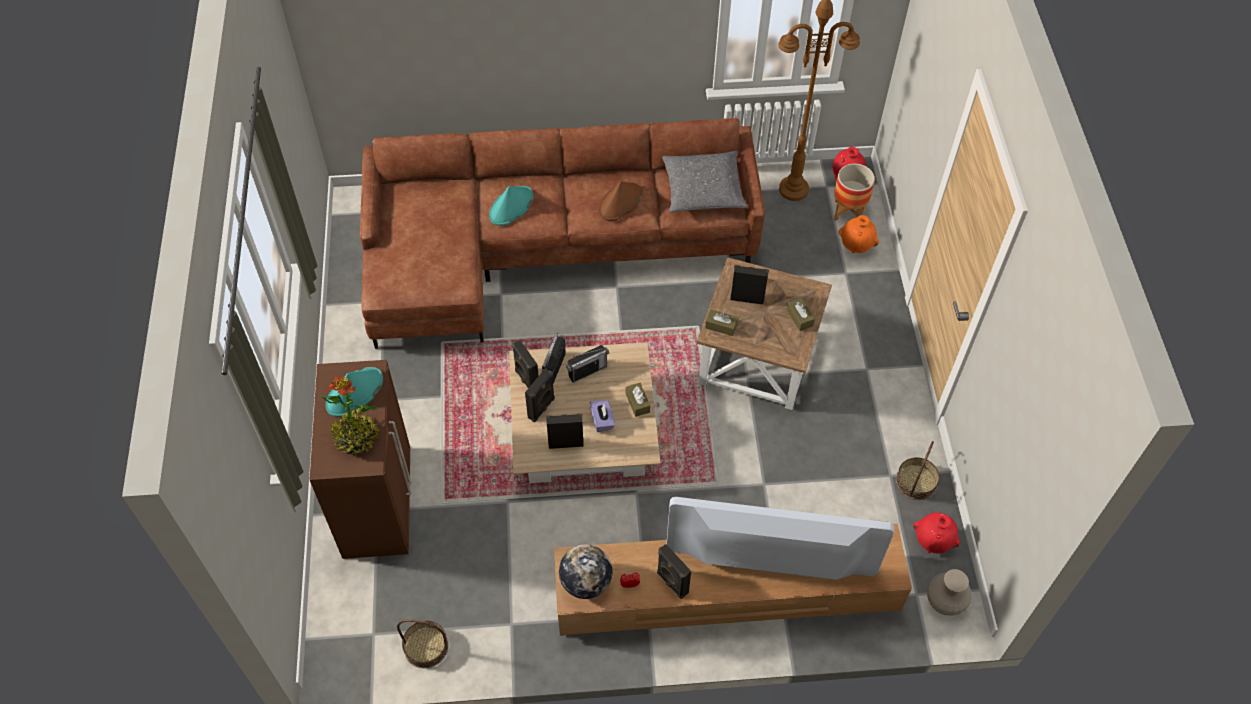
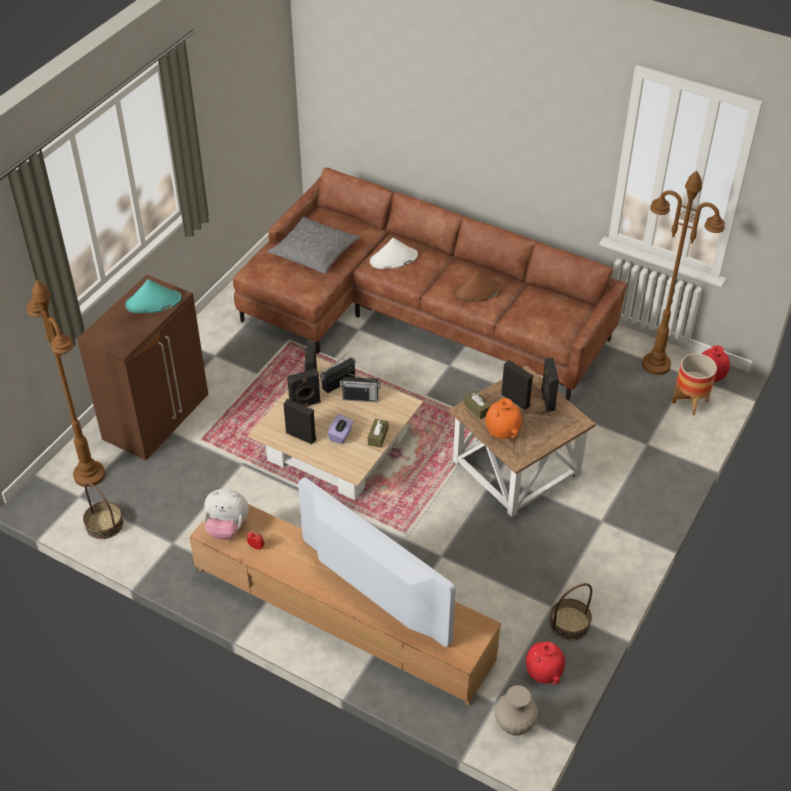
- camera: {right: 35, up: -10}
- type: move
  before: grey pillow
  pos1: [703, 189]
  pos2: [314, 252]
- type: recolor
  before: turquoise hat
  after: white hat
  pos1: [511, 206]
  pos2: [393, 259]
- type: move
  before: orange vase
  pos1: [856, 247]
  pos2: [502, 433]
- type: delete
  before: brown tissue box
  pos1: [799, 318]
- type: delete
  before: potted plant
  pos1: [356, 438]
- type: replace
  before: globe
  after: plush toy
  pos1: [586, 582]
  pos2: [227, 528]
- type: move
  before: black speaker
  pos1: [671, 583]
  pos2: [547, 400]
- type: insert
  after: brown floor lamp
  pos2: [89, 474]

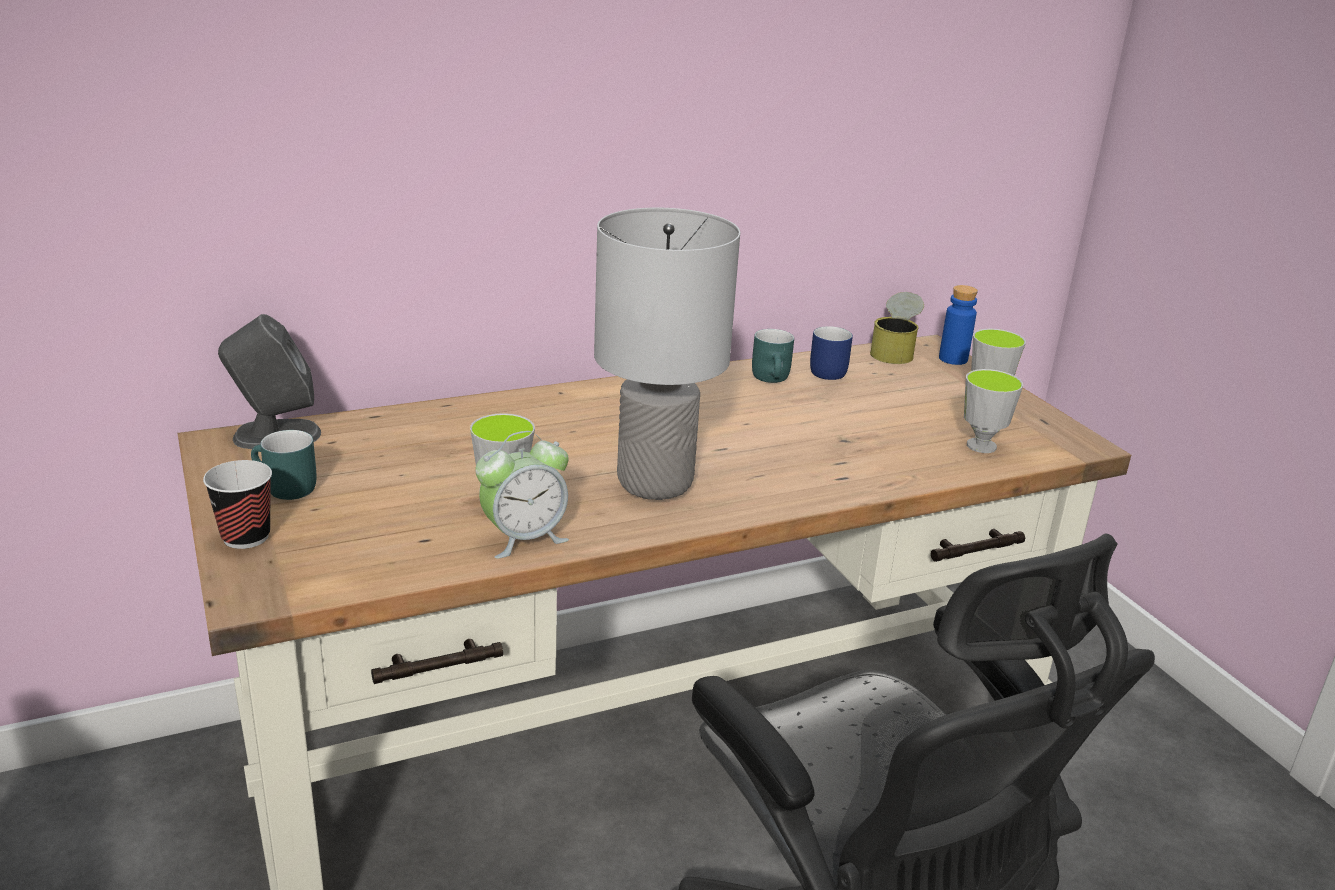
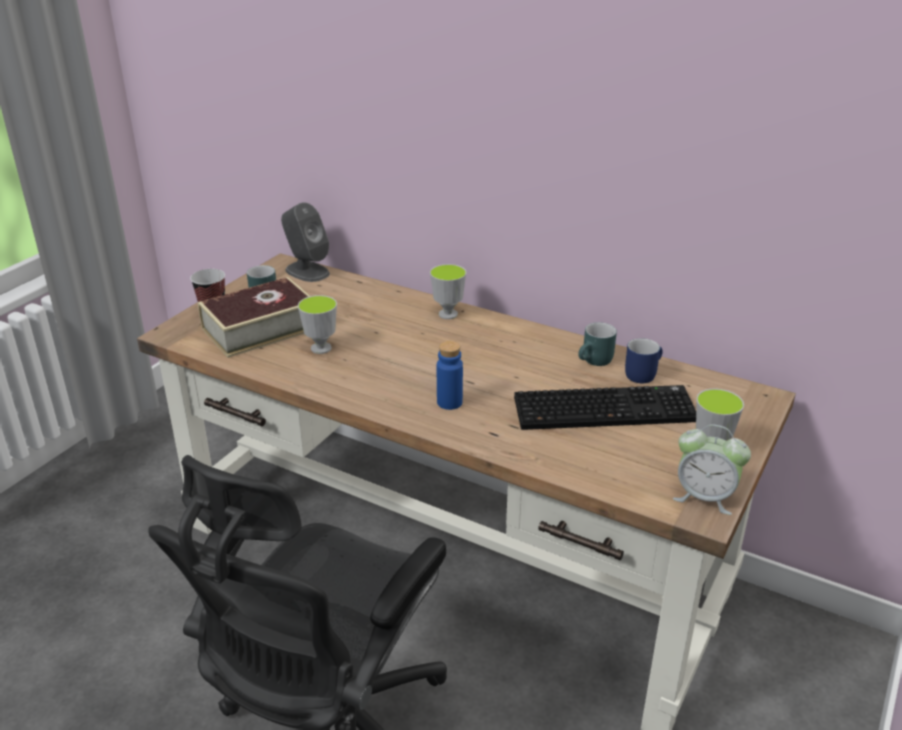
- camera: {right: 55, up: 5}
- type: delete
  before: grey table lamp
  pos1: [654, 488]
- type: move
  before: blue bottle
  pos1: [953, 359]
  pos2: [449, 402]
- type: delete
  before: can
  pos1: [895, 351]
- type: move
  before: cup
  pos1: [981, 446]
  pos2: [448, 314]
- type: move
  before: alarm clock
  pos1: [524, 538]
  pos2: [704, 497]
- type: insert
  after: book
  pos2: [260, 328]
- type: insert
  after: keyboard
  pos2: [605, 408]

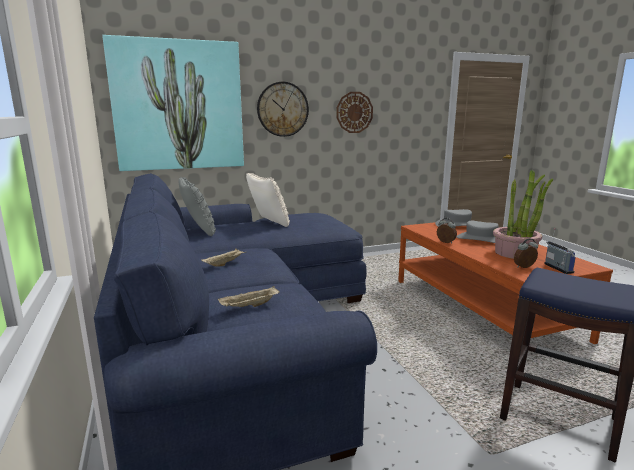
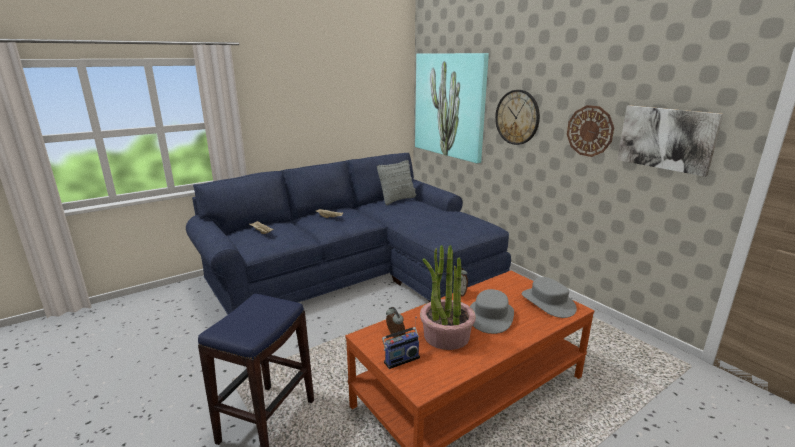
- camera: {right: 75, up: 5}
- type: delete
  before: beige pillow
  pos1: [268, 223]
- type: insert
  after: picture
  pos2: [666, 138]

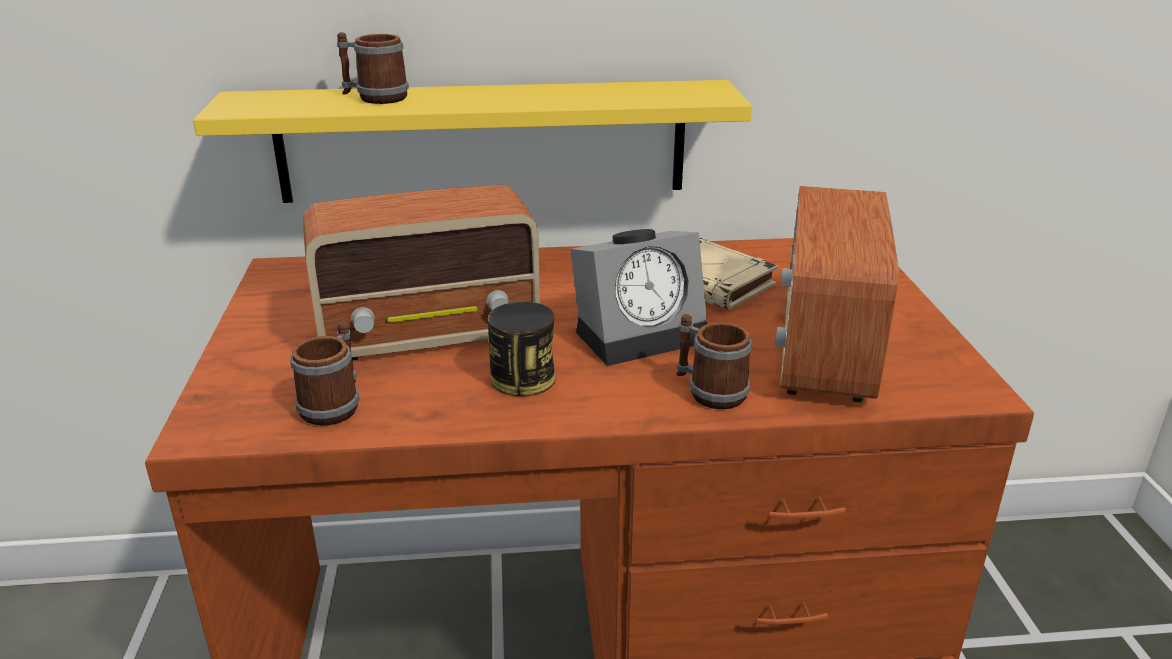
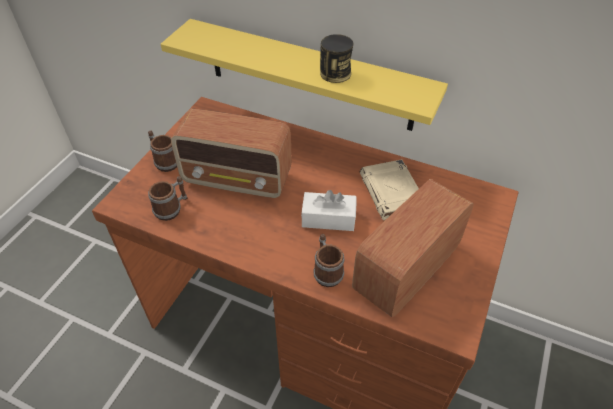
- camera: {right: 30, up: 20}
- type: move
  before: mug
  pos1: [374, 97]
  pos2: [164, 161]
- type: replace
  before: alarm clock
  after: white tissue box
  pos1: [642, 333]
  pos2: [328, 218]
- type: move
  before: can
  pos1: [523, 379]
  pos2: [335, 73]

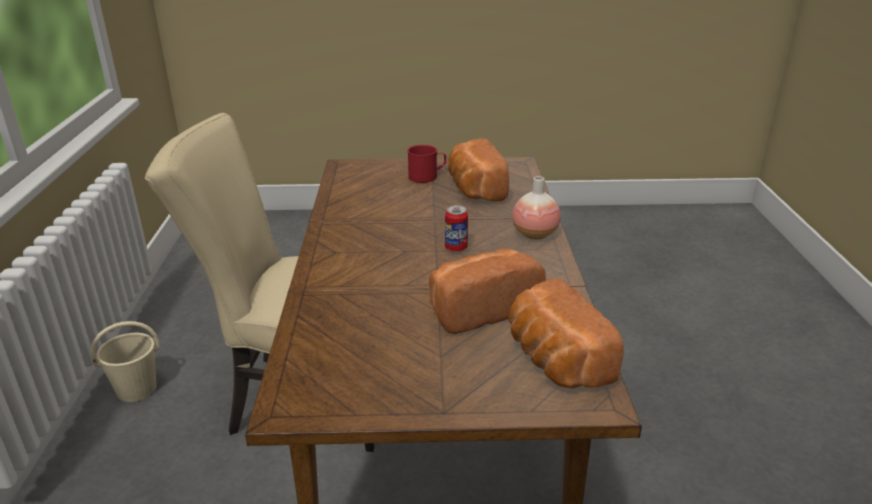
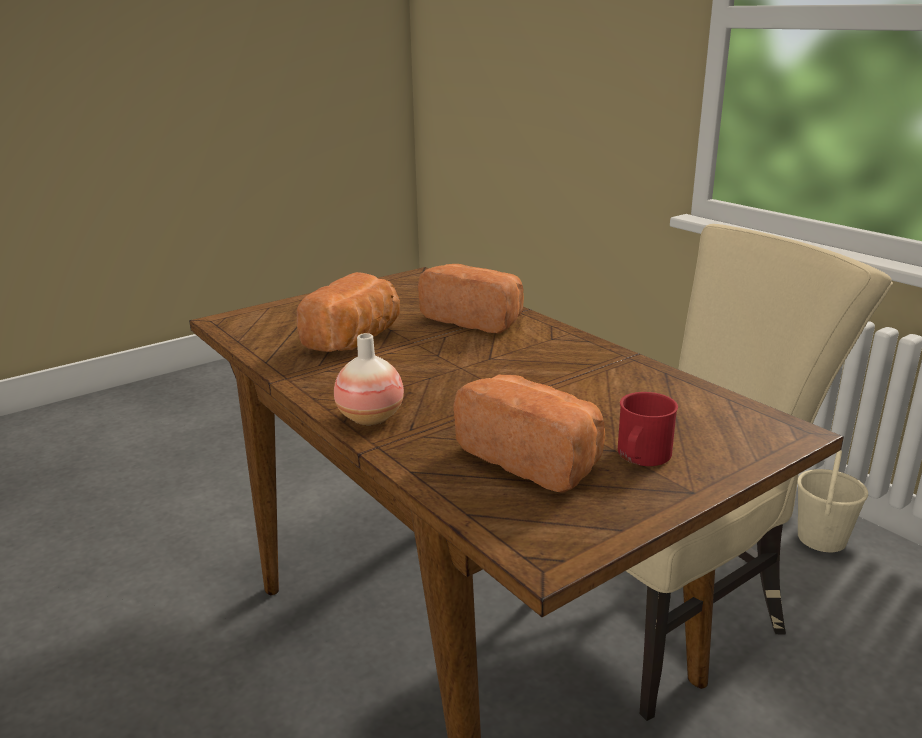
- camera: {right: 145, up: -5}
- type: delete
  before: can
  pos1: [456, 248]
- type: move
  before: bread
  pos1: [554, 361]
  pos2: [476, 319]

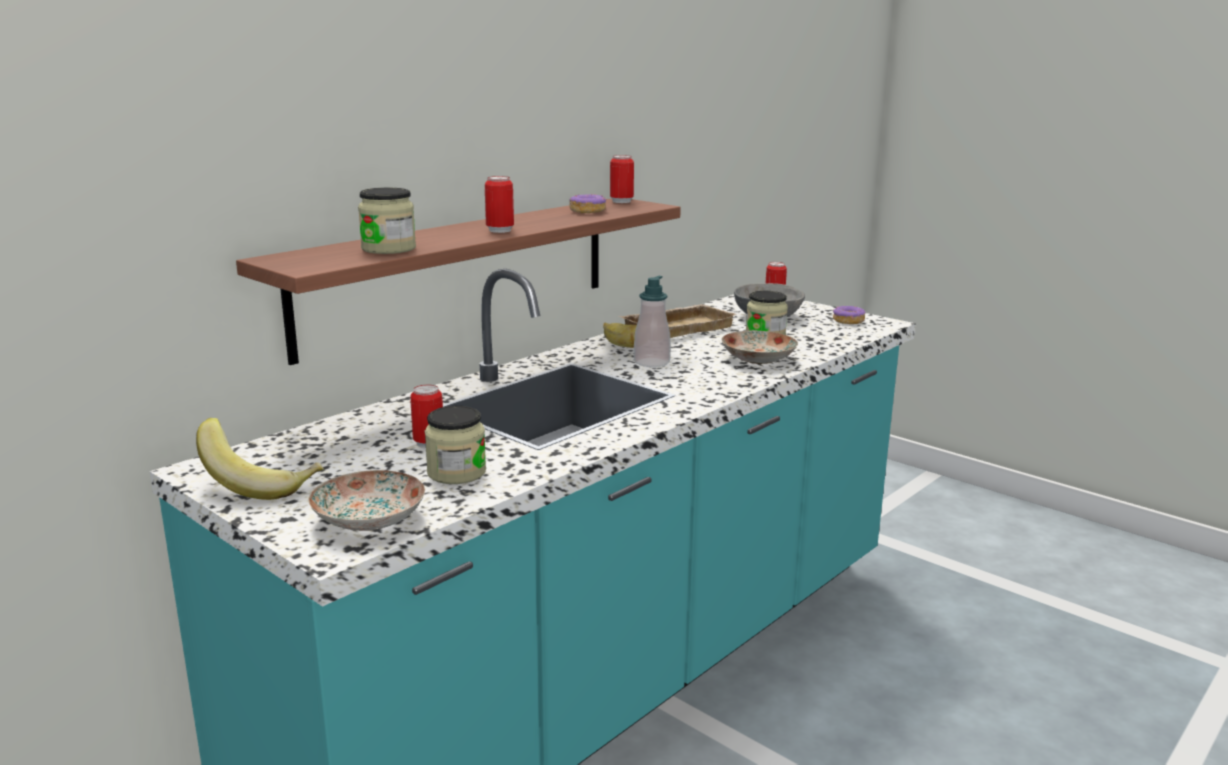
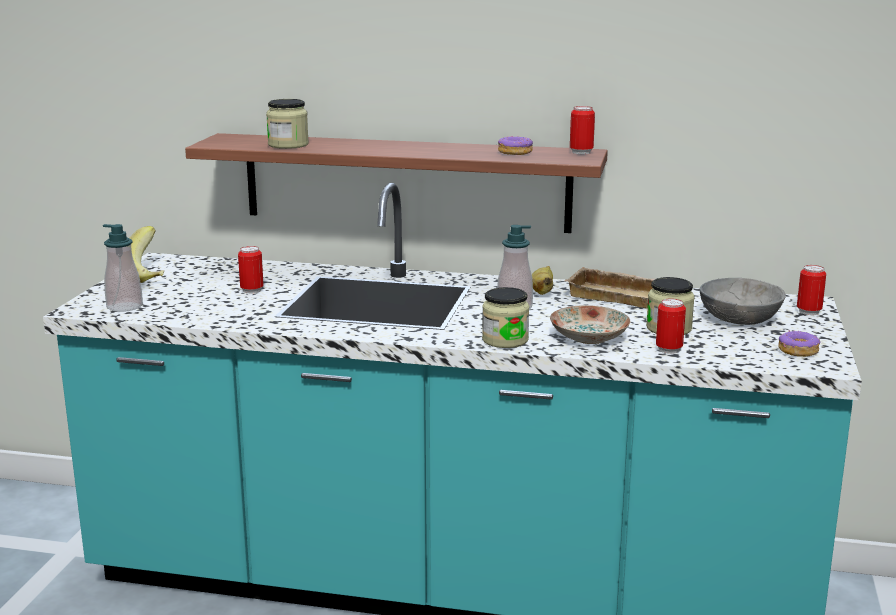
- camera: {right: 60, up: 0}
- type: move
  before: can
  pos1: [500, 230]
  pos2: [669, 349]
- type: move
  before: jar
  pos1: [456, 472]
  pos2: [505, 340]
- type: replace
  before: plate
  after: soap dispenser
  pos1: [371, 519]
  pos2: [124, 306]

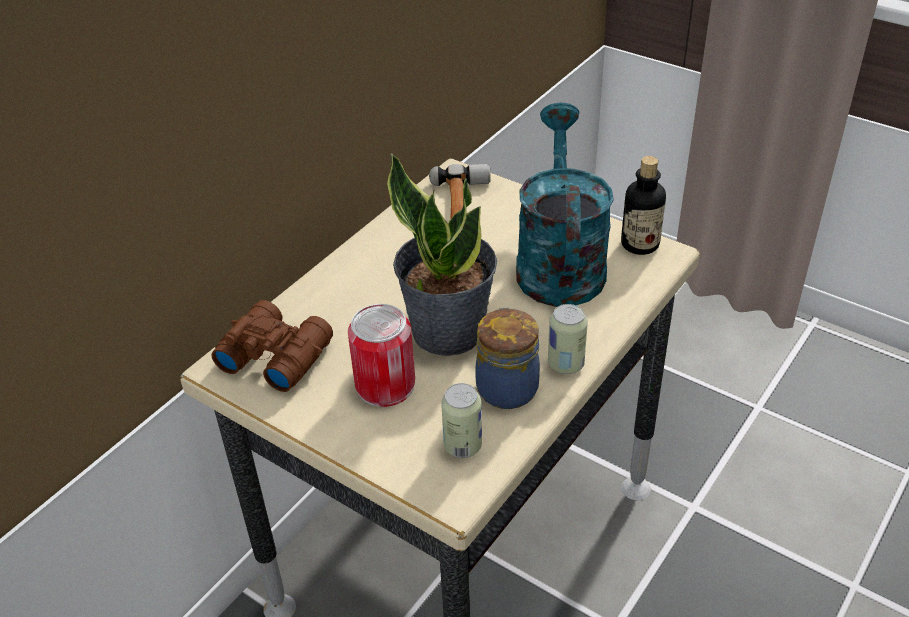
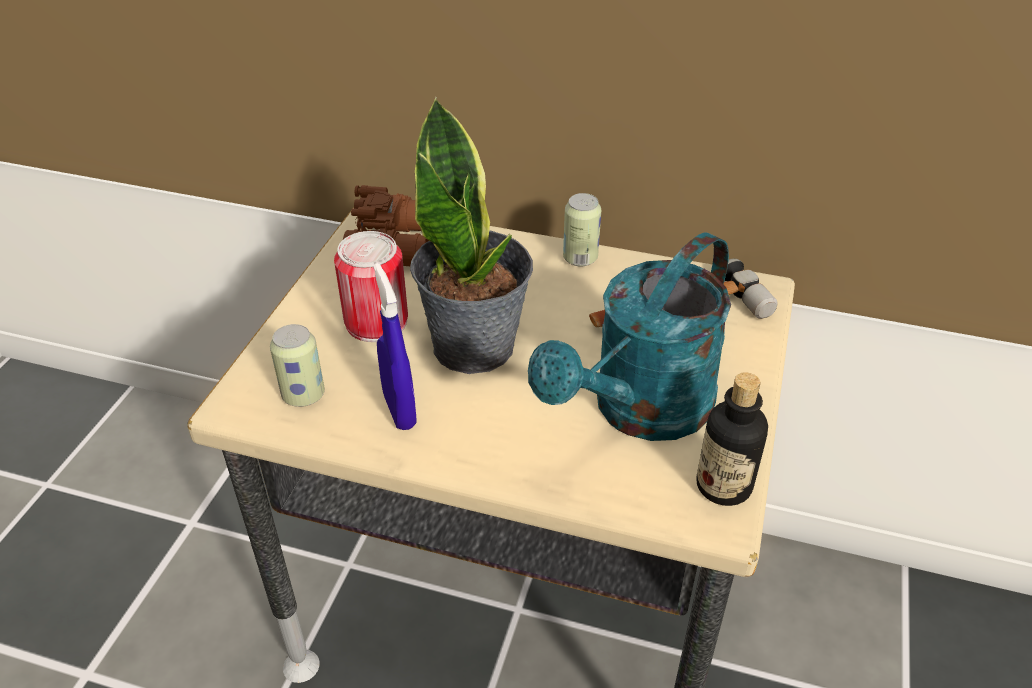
- camera: {right: 70, up: 0}
- type: rotate
  before: turquoise watering can
  pos1: [558, 262]
  pos2: [640, 411]
  turn: 150
- type: move
  before: can
  pos1: [565, 364]
  pos2: [580, 258]
- type: replace
  before: jar
  after: blue spray bottle
  pos1: [507, 387]
  pos2: [399, 410]

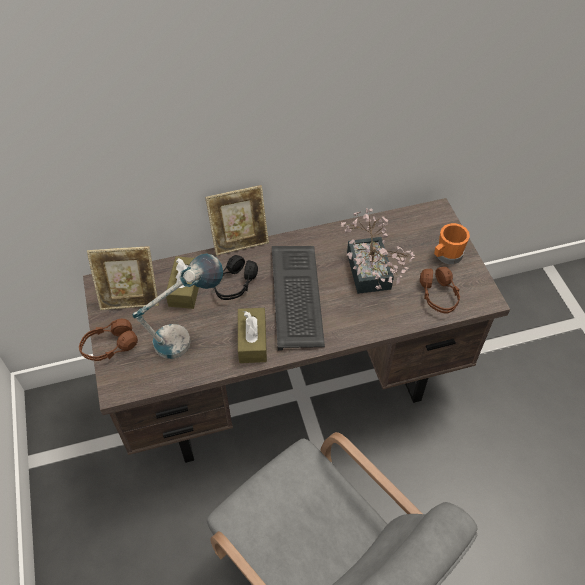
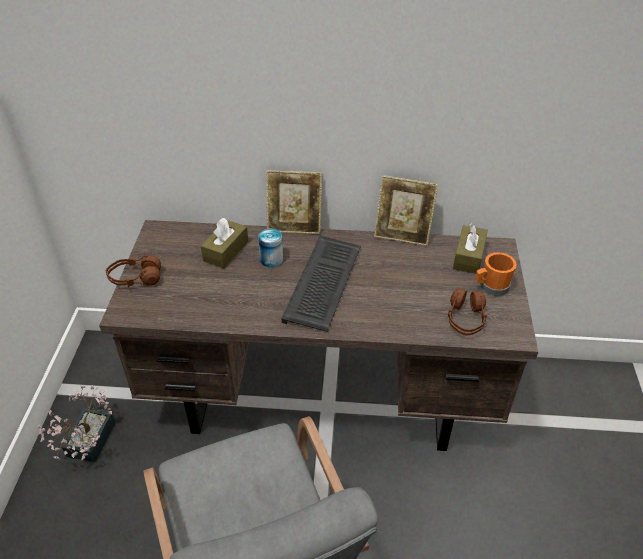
- camera: {right: 20, up: -10}
- type: move
  before: potted plant
  pos1: [369, 276]
  pos2: [87, 445]
- type: move
  before: picture frame
  pos1: [130, 299]
  pos2: [402, 235]
- type: delete
  before: table lamp
  pos1: [187, 336]
- type: replace
  before: black headphones
  after: can
  pos1: [235, 284]
  pos2: [271, 259]
- type: move
  before: brown tissue box
  pos1: [252, 341]
  pos2: [468, 257]

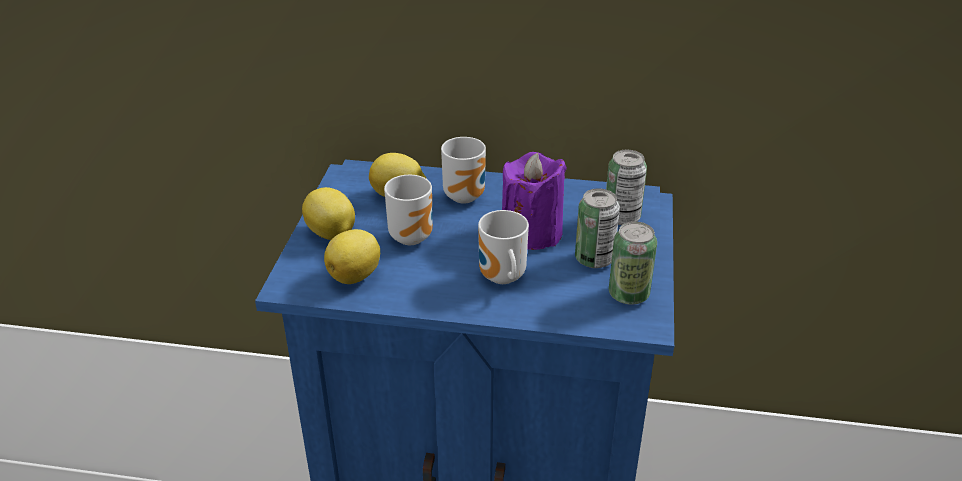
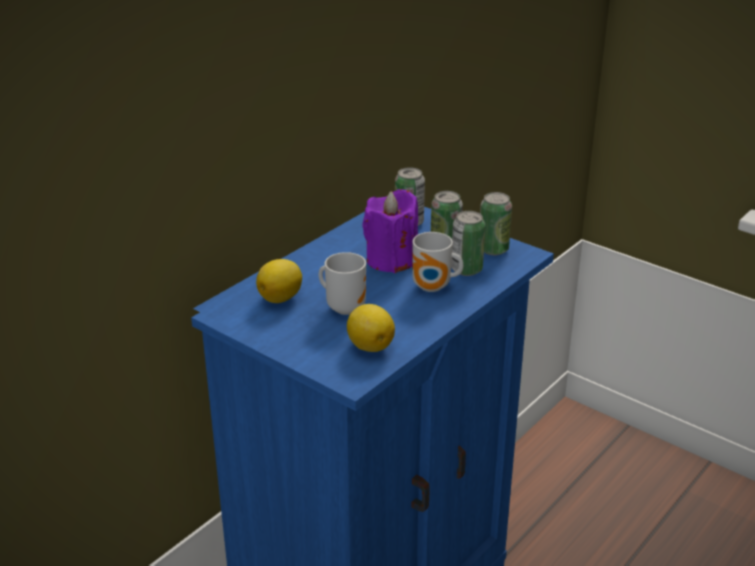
- camera: {right: -60, up: -5}
- type: delete
  before: mug
  pos1: [467, 196]
- type: delete
  before: lemon
  pos1: [331, 234]
- type: insert
  after: can
  pos2: [466, 269]

